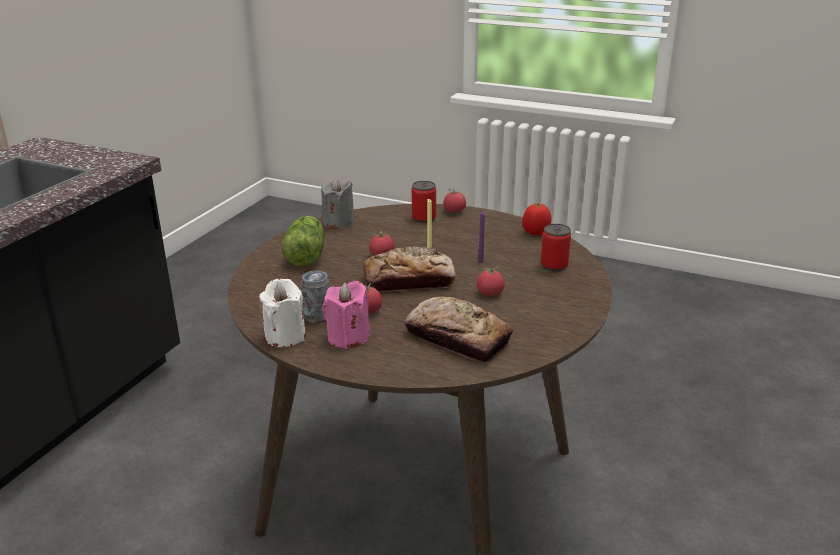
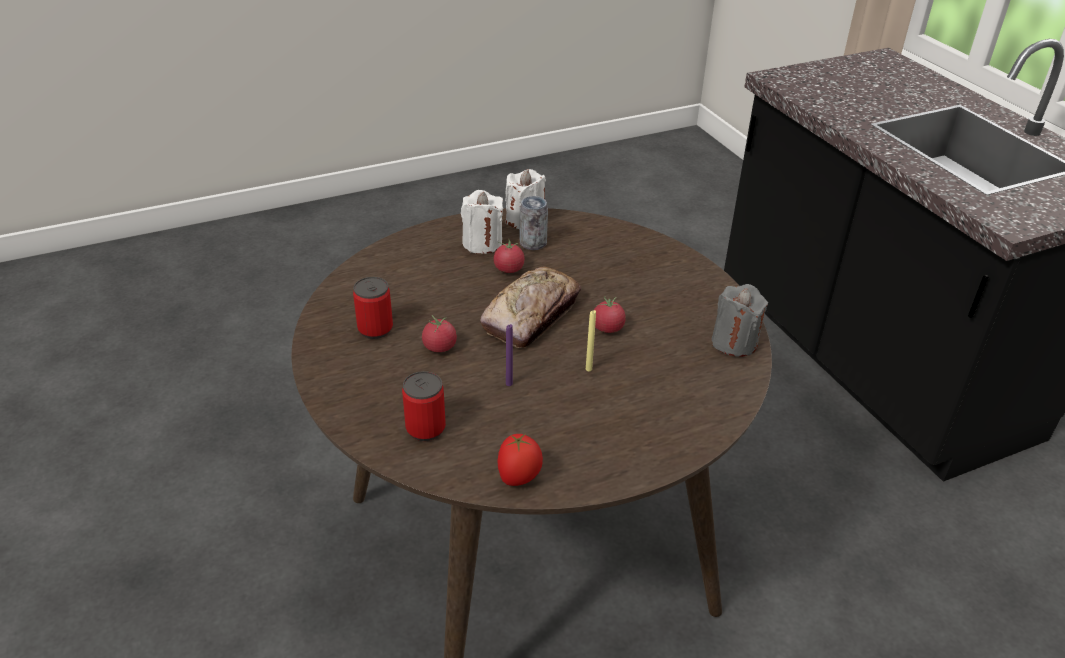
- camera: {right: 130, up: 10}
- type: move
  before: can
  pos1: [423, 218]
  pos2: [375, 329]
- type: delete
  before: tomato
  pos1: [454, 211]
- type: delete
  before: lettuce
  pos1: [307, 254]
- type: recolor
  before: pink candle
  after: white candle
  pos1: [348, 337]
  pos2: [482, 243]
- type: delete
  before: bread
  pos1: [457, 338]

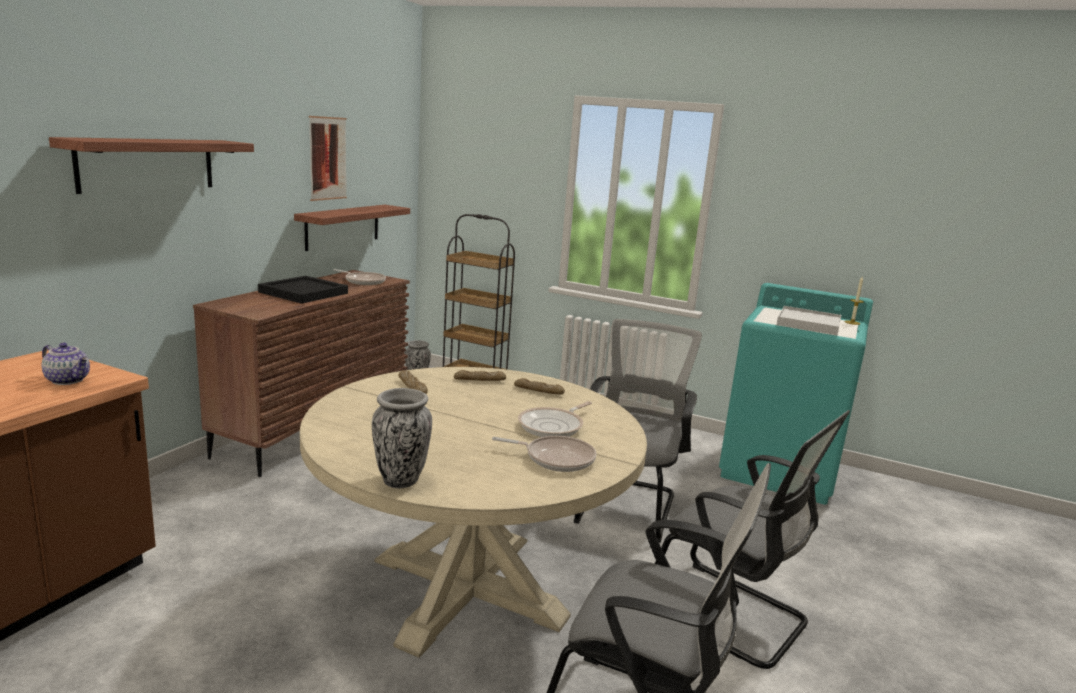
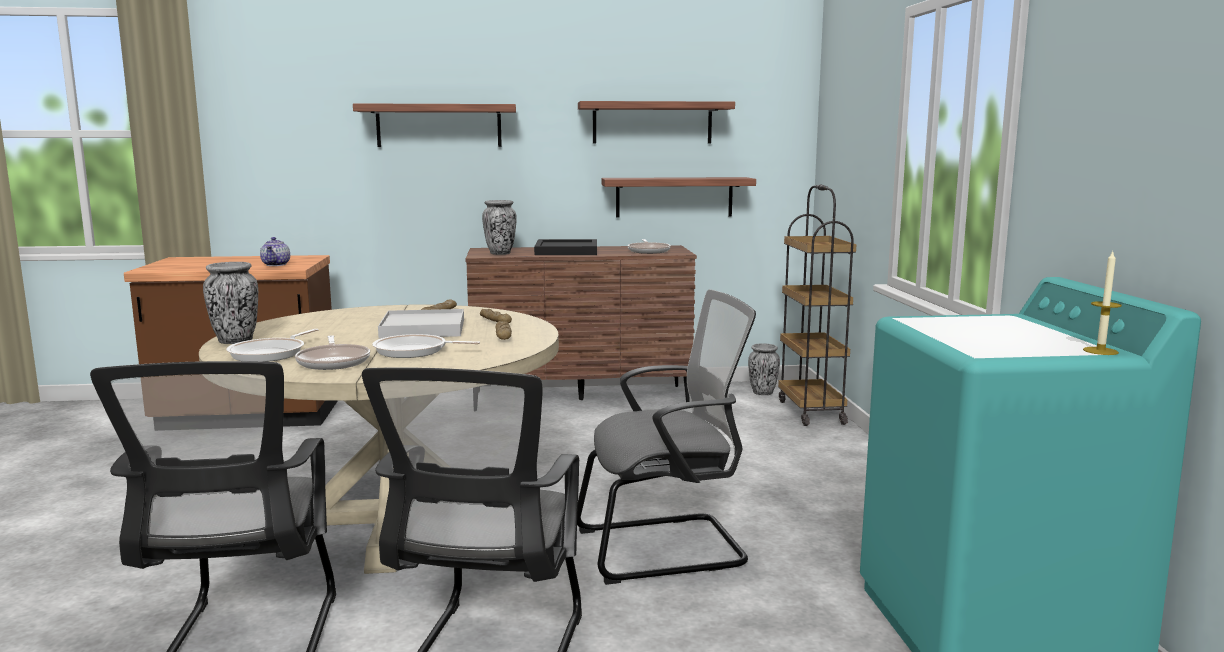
- camera: {right: 60, up: -5}
- type: replace
  before: picture
  after: shelf
  pos1: [327, 158]
  pos2: [652, 123]
- type: move
  before: white tray
  pos1: [808, 324]
  pos2: [423, 328]
- type: insert
  after: vase
  pos2: [500, 253]
- type: insert
  after: frying pan
  pos2: [271, 353]

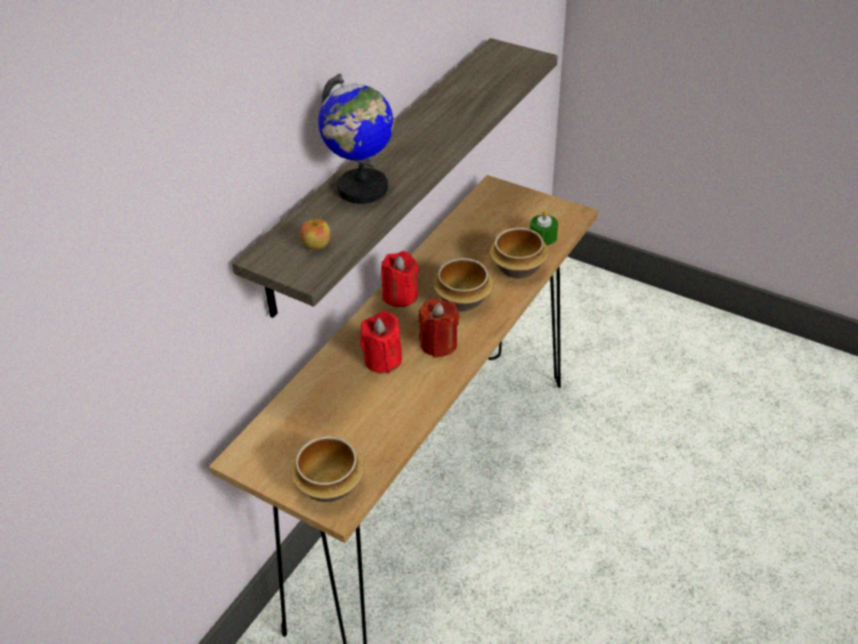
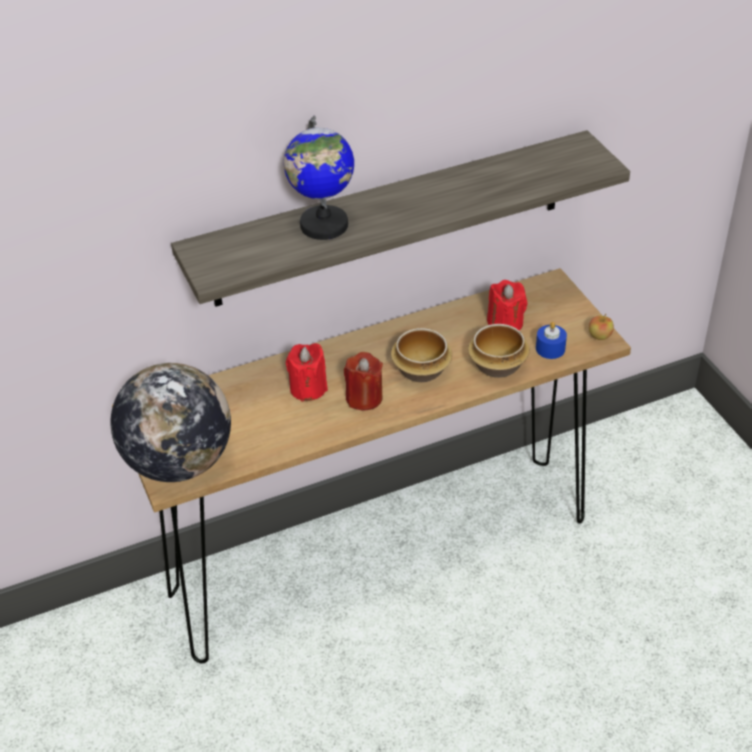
- camera: {right: 35, up: 0}
- type: recolor
  before: green candle
  after: blue candle
  pos1: [543, 237]
  pos2: [550, 349]
- type: move
  before: apple
  pos1: [317, 245]
  pos2: [599, 336]
- type: move
  before: red candle
  pos1: [400, 295]
  pos2: [505, 323]
- type: replace
  before: bowl
  after: globe
  pos1: [330, 484]
  pos2: [178, 462]

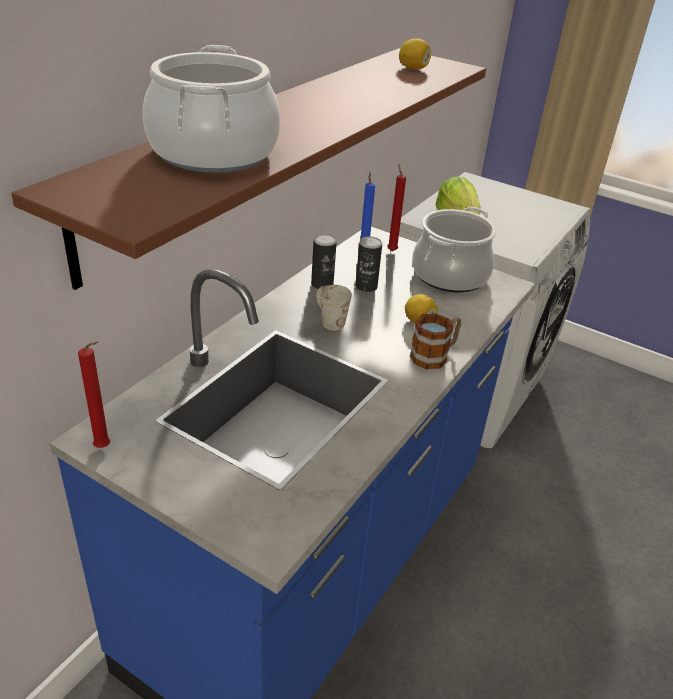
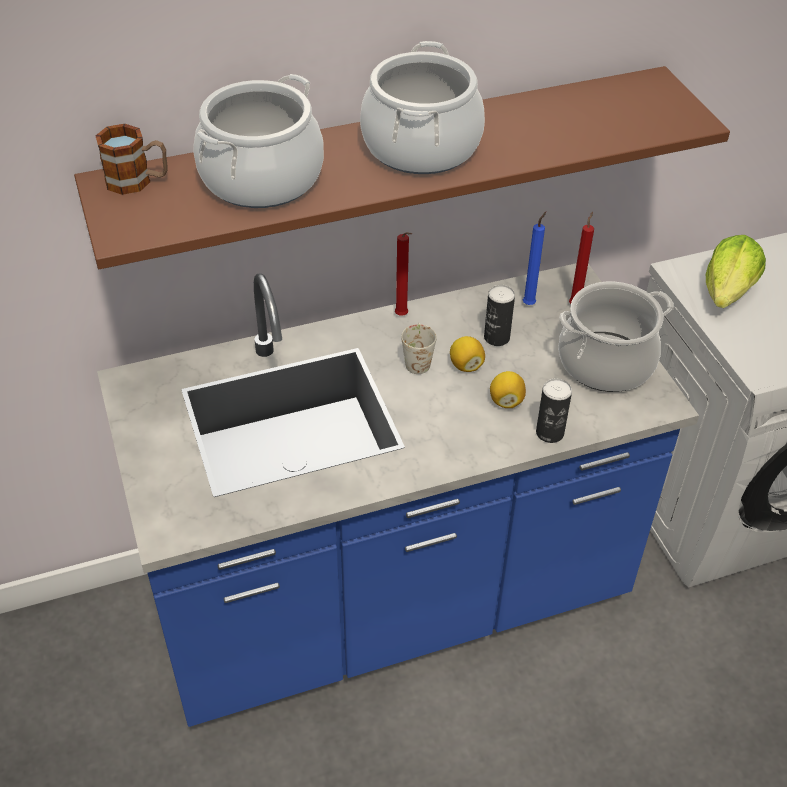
- camera: {right: 40, up: 10}
- type: move
  before: lemon
  pos1: [413, 68]
  pos2: [466, 365]
- type: move
  before: can
  pos1: [322, 284]
  pos2: [549, 433]
- type: move
  before: mug
  pos1: [434, 355]
  pos2: [138, 181]
- type: move
  before: red candle
  pos1: [105, 448]
  pos2: [402, 316]
- type: insert
  after: cooking pot
  pos2: [420, 146]

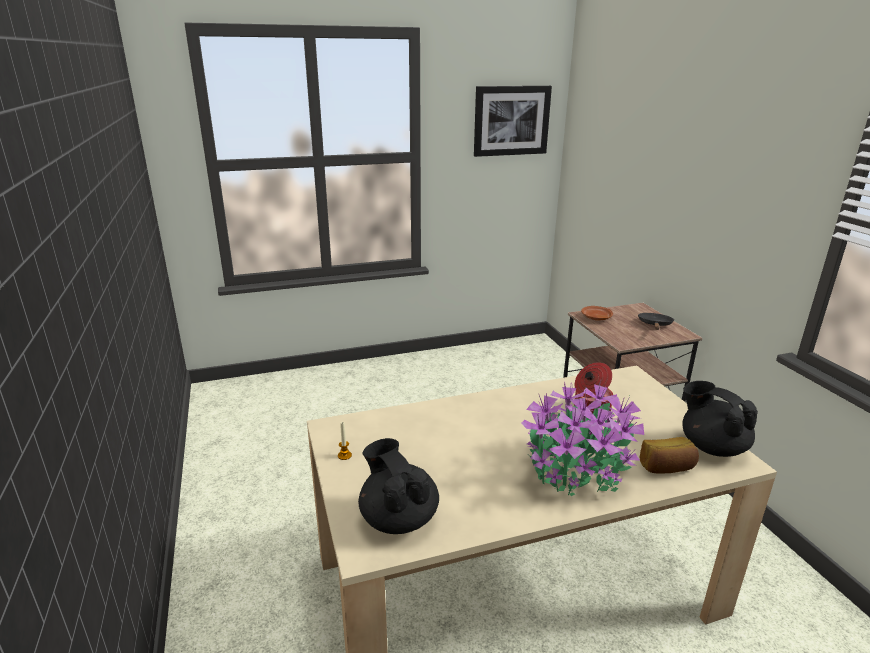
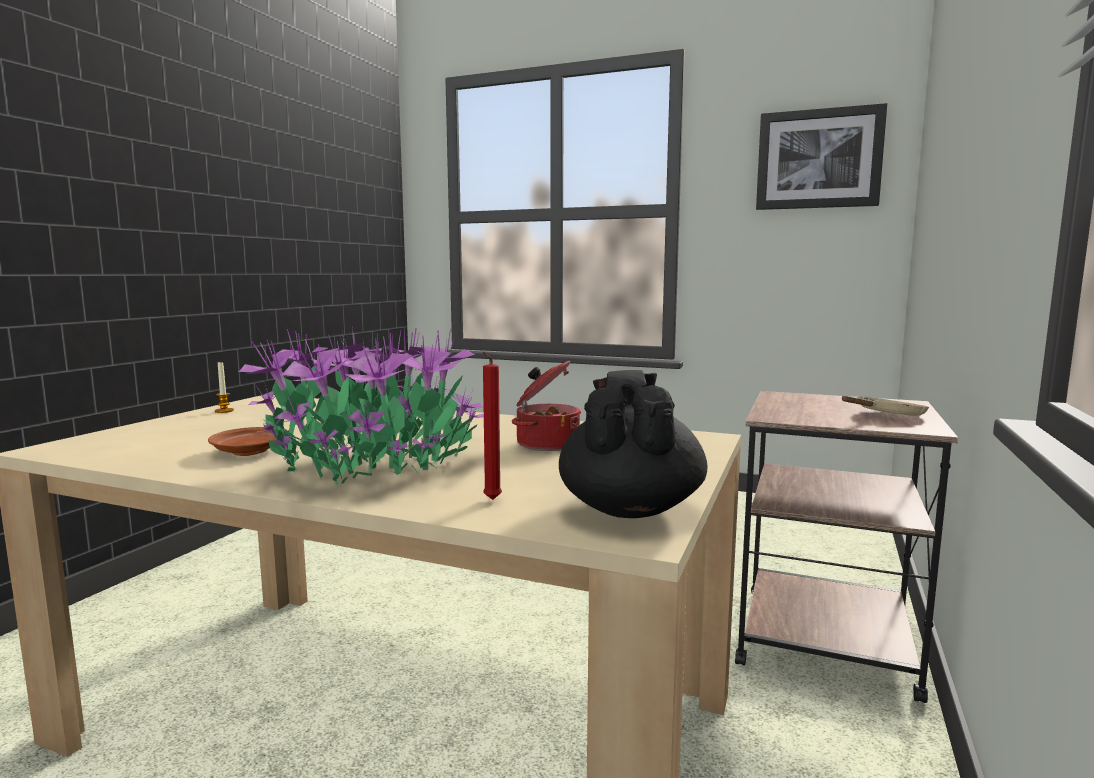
- camera: {right: 40, up: -15}
- type: move
  before: brown plate
  pos1: [596, 318]
  pos2: [250, 451]
- type: recolor
  before: black frying pan
  after: beige frying pan
  pos1: [655, 325]
  pos2: [886, 415]
- type: replace
  before: bread
  after: red candle
  pos1: [667, 467]
  pos2: [490, 500]
- type: delete
  before: black teapot
  pos1: [398, 518]

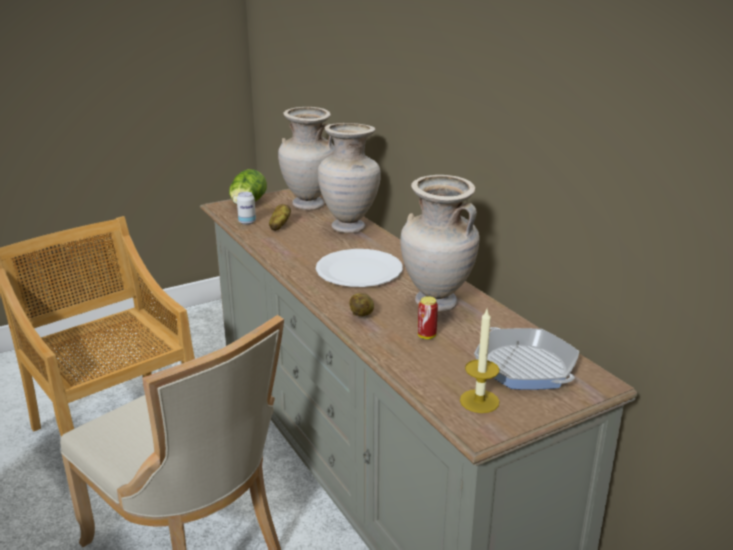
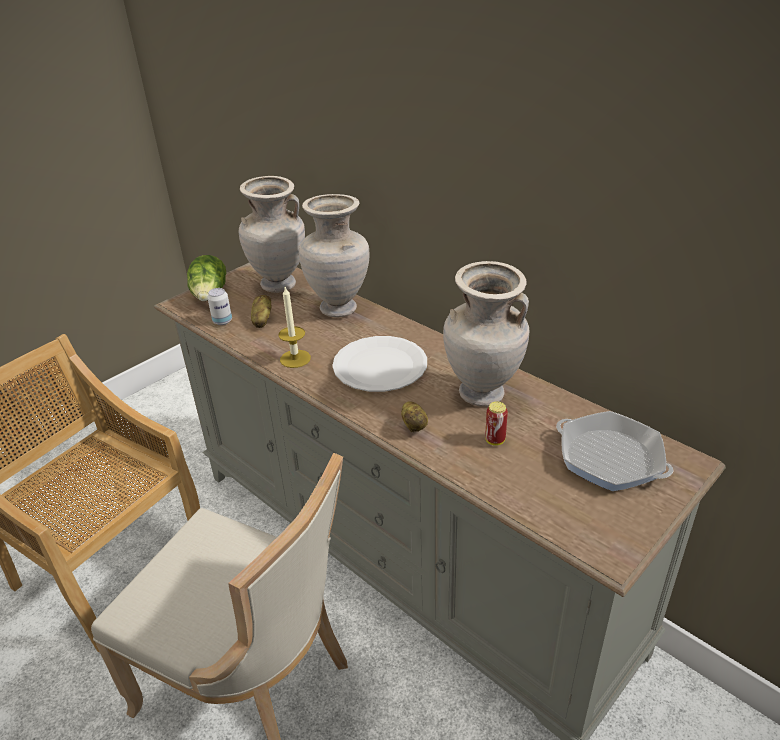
- camera: {right: -15, up: 10}
- type: move
  before: candle
  pos1: [479, 401]
  pos2: [295, 359]

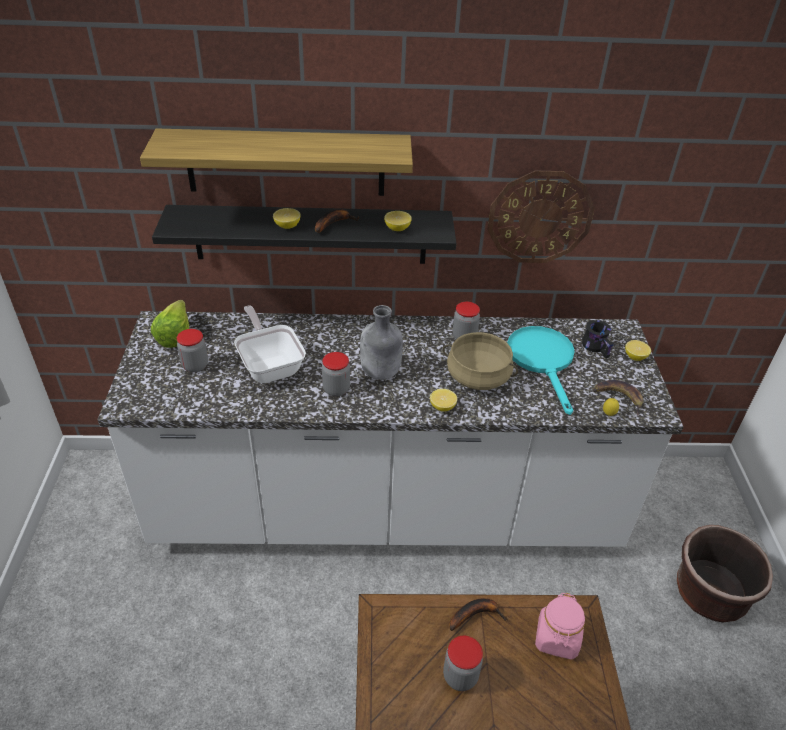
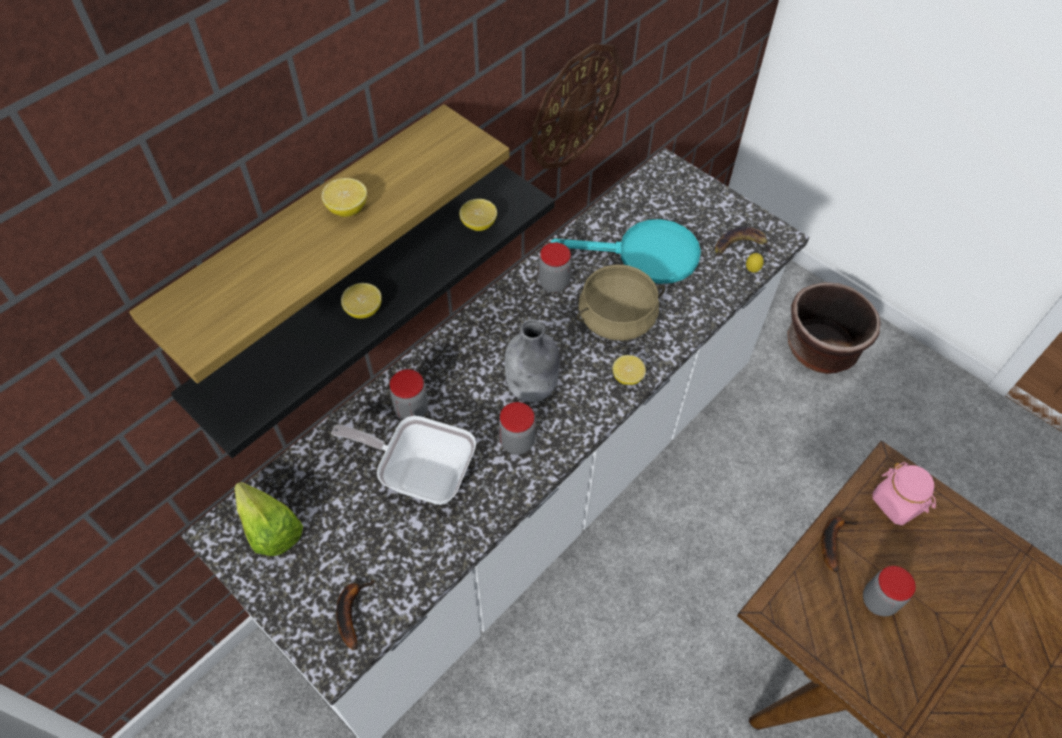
- camera: {right: -45, up: 15}
- type: move
  before: banana
  pos1: [333, 223]
  pos2: [351, 612]
- type: delete
  before: black mug
  pos1: [597, 347]
- type: rotate
  before: turquoise frying pan
  pos1: [543, 361]
  pos2: [645, 255]
  turn: 150
- type: move
  before: jar
  pos1: [195, 365]
  pos2: [411, 409]
- type: move
  before: lemon
  pos1: [635, 357]
  pos2: [347, 208]

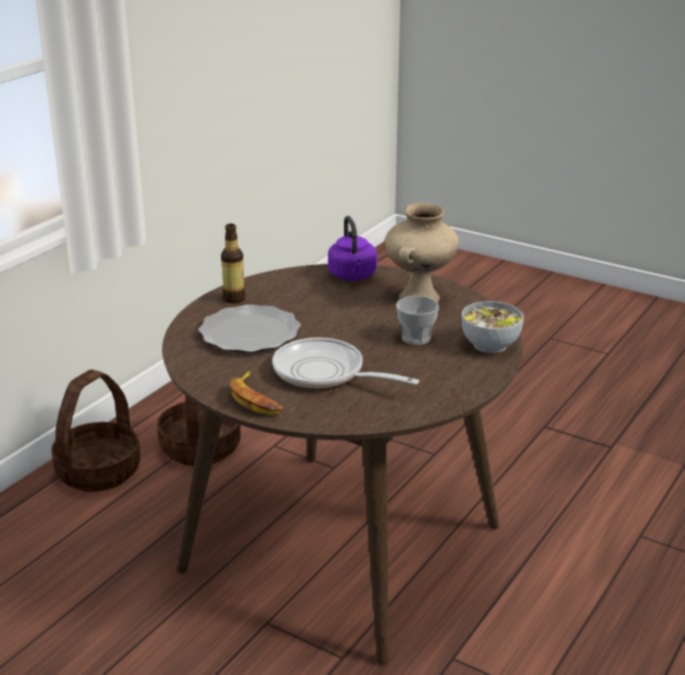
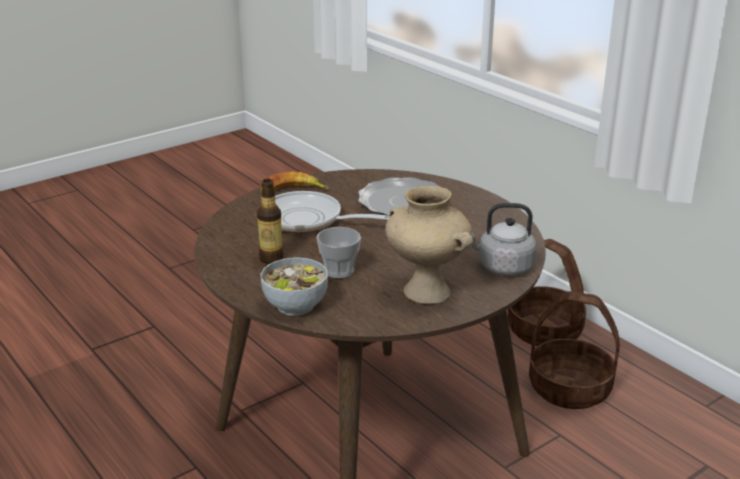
- camera: {right: 110, up: 0}
- type: recolor
  before: purple kettle
  after: grey kettle
  pos1: [353, 276]
  pos2: [502, 266]
- type: move
  before: bottle
  pos1: [234, 299]
  pos2: [271, 259]
- type: rotate
  before: frying pan
  pos1: [325, 373]
  pos2: [309, 220]
  turn: -120

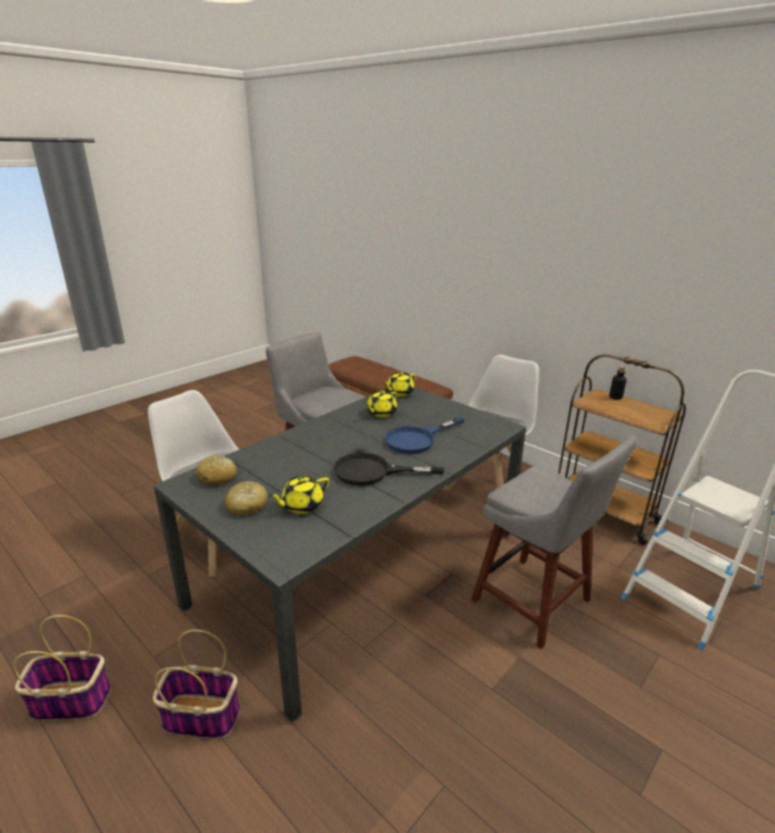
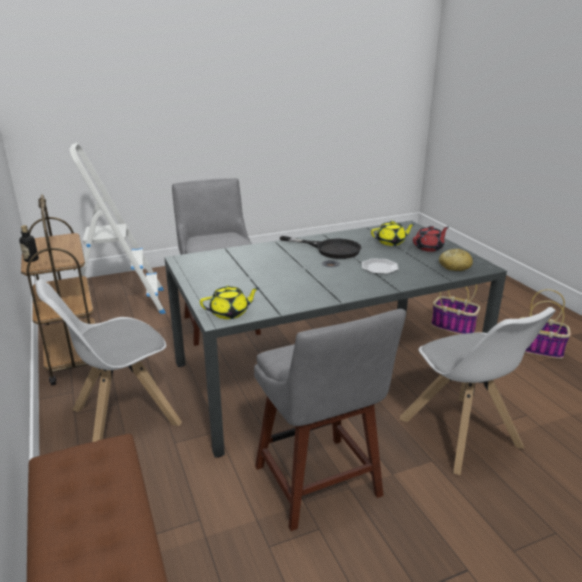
- camera: {right: -155, up: 0}
- type: delete
  before: yellow teapot
  pos1: [381, 413]
- type: delete
  before: blue frying pan
  pos1: [417, 439]
- type: replace
  before: bread
  after: red teapot
  pos1: [247, 505]
  pos2: [429, 248]
- type: insert
  after: plate
  pos2: [379, 267]

